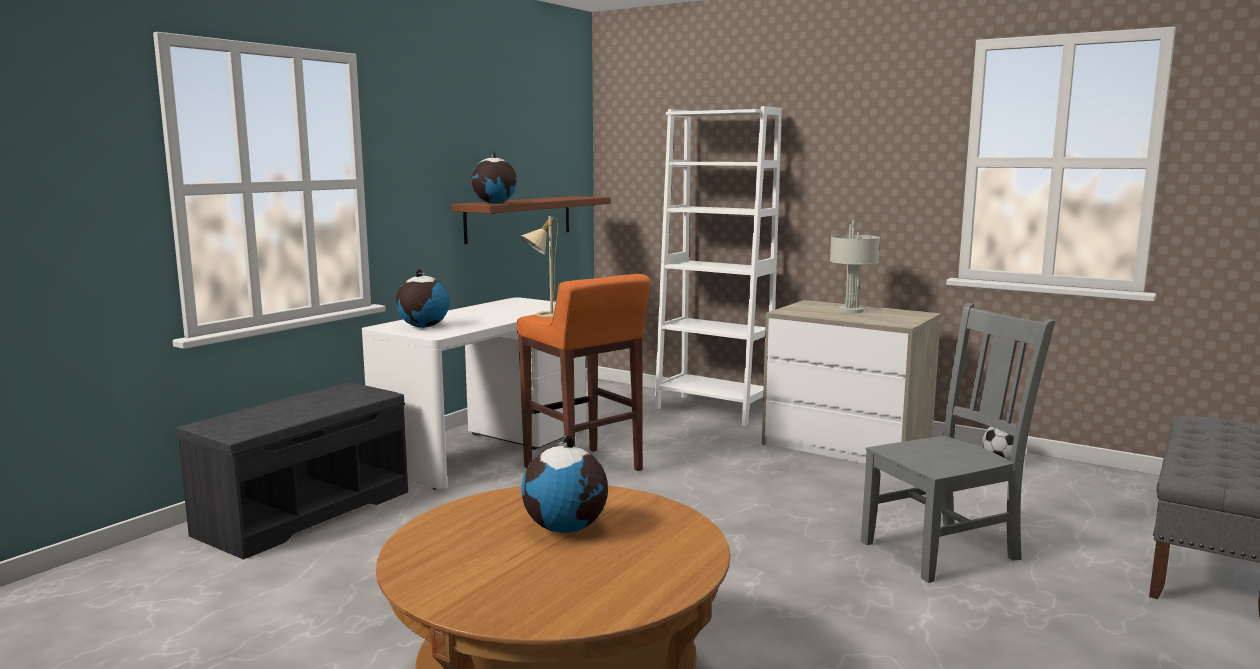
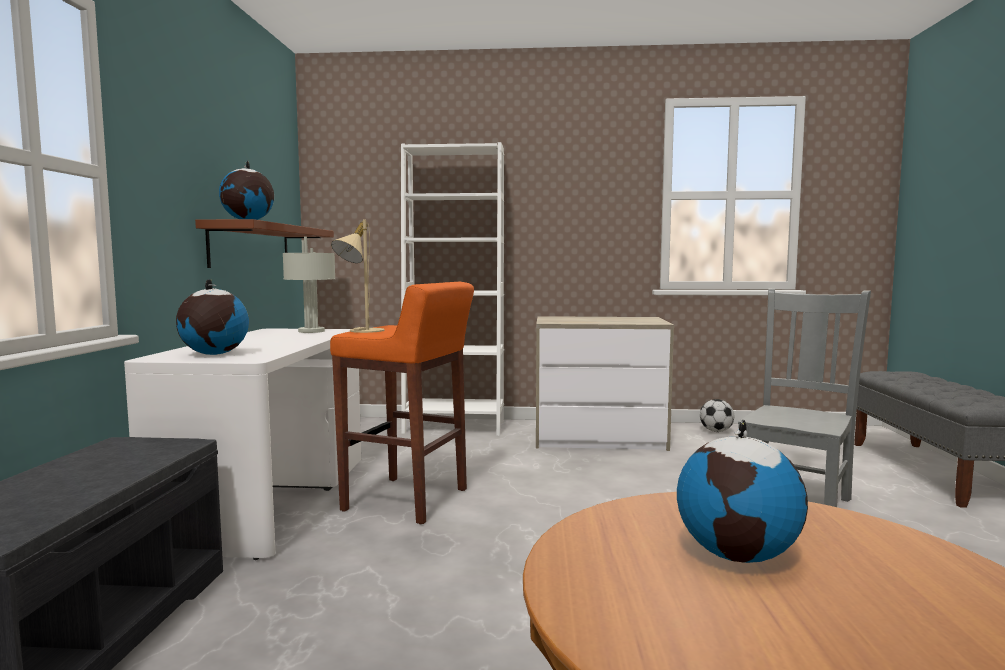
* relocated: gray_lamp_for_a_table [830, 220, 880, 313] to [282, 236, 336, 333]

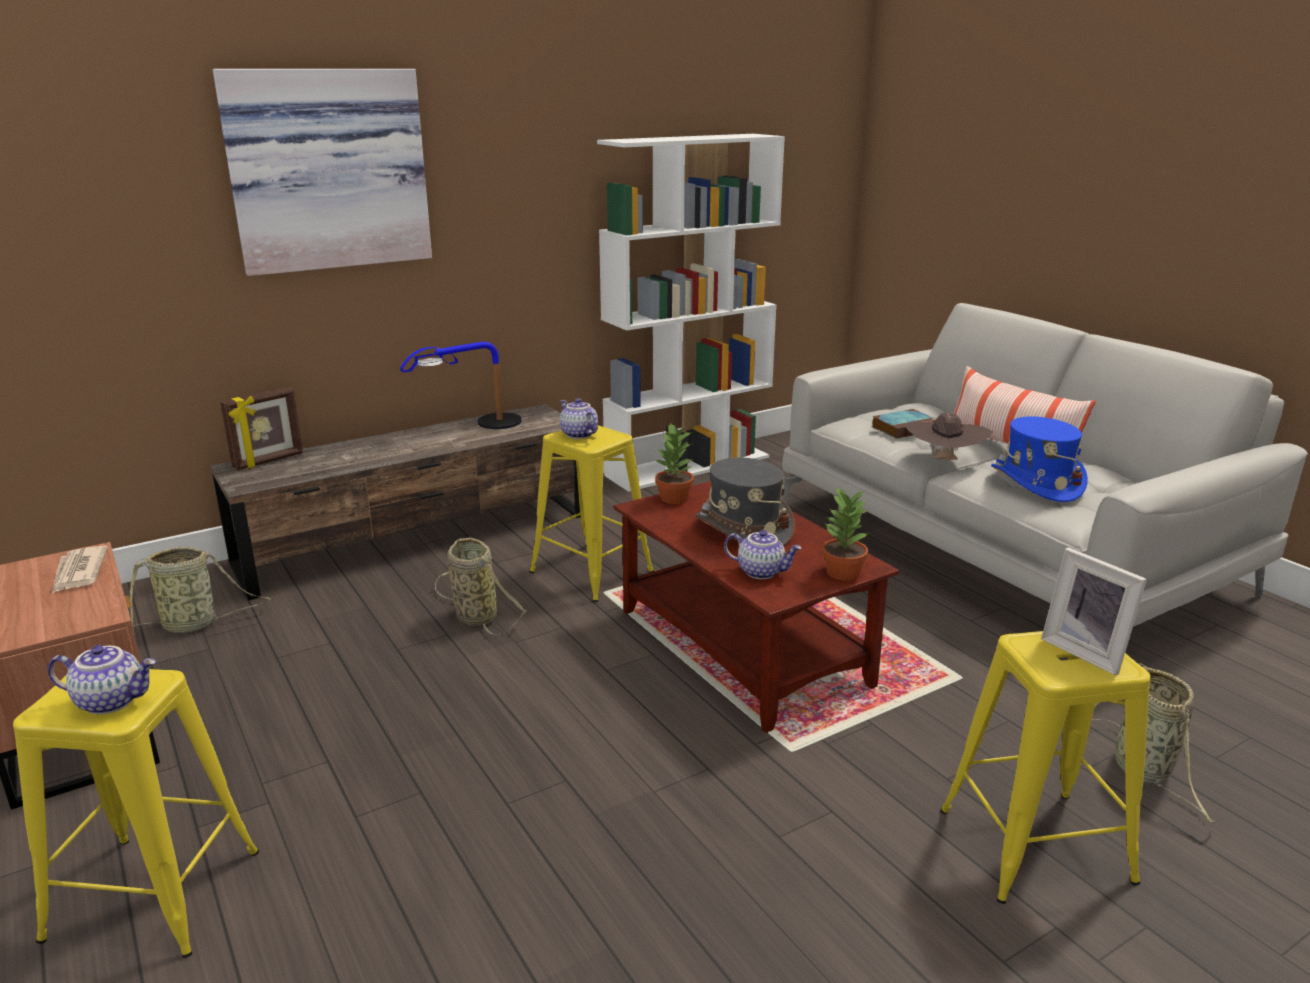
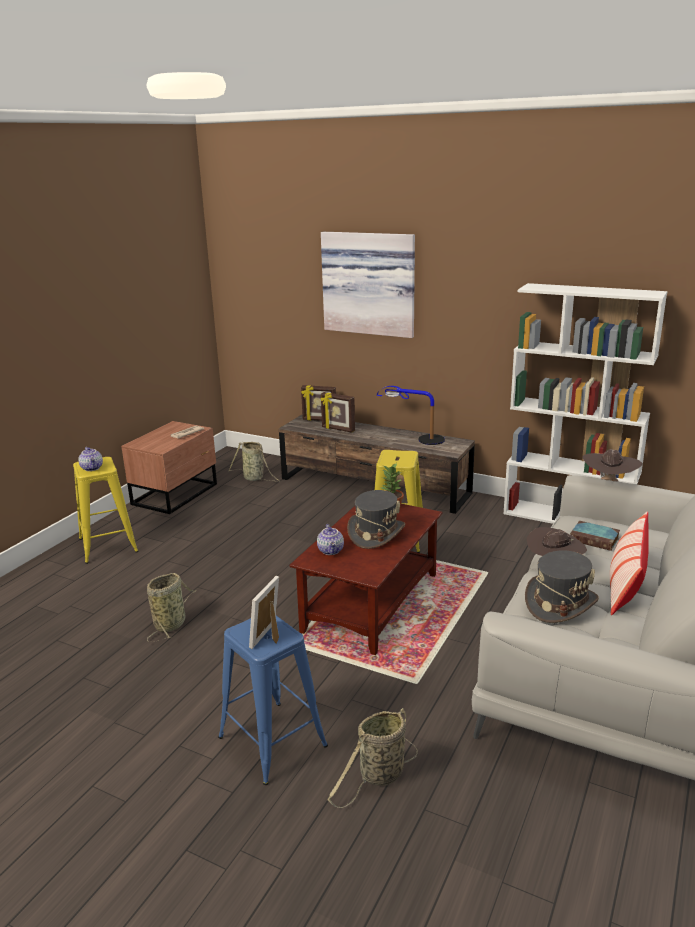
* relocated: storage_basket [435, 538, 526, 635] to [147, 573, 197, 642]
* colour: yellow_stool_seat [940, 631, 1151, 904] to blue-coloured_stool_seat [218, 616, 328, 785]
* appeared: photo_frame [320, 392, 355, 433]
* colour: blue-coloured_hat [991, 416, 1088, 502] to gray_hat [525, 550, 599, 623]
* appeared: brown-coloured_hat [582, 449, 643, 481]
* missing: tea_pot [560, 398, 598, 439]
* missing: plant_in_a_pot [822, 487, 869, 581]

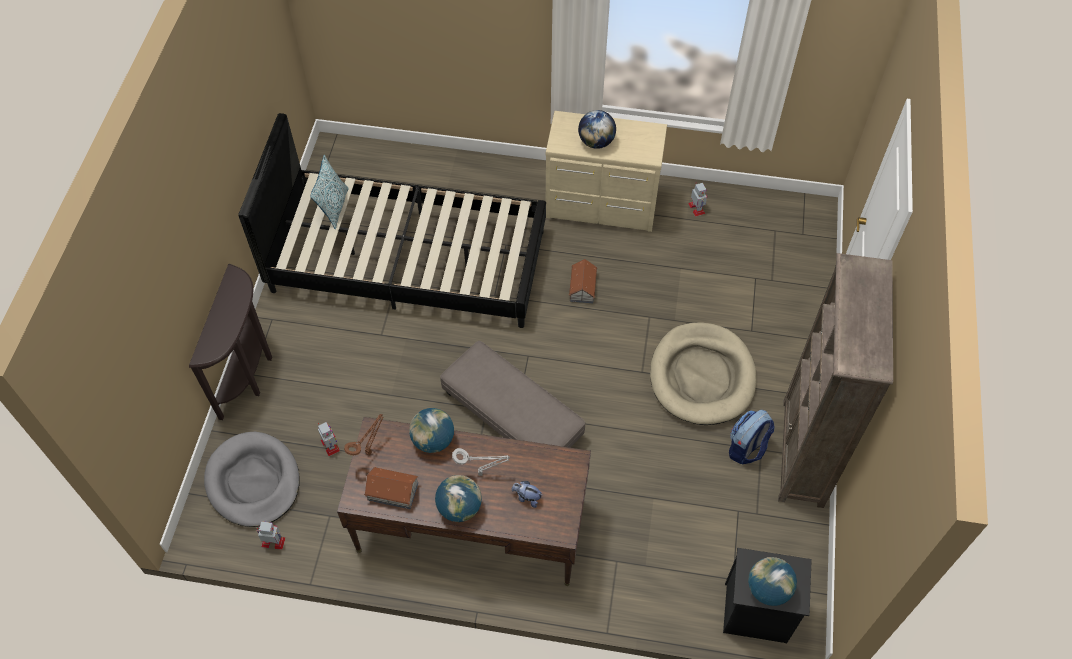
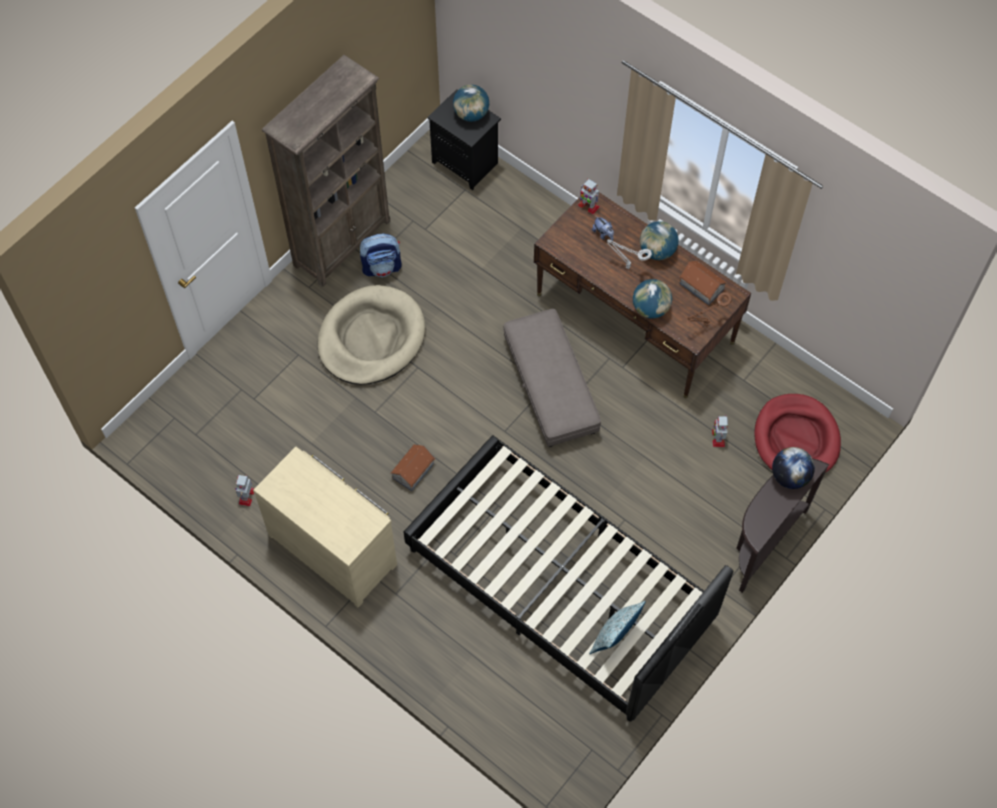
* relocated: toy_robot [257, 521, 286, 550] to [578, 178, 600, 214]
* colour: gray_dog_bed [204, 432, 299, 527] to red-coloured_dog_bed [754, 394, 841, 473]
* relocated: globe [578, 110, 616, 149] to [772, 447, 815, 489]

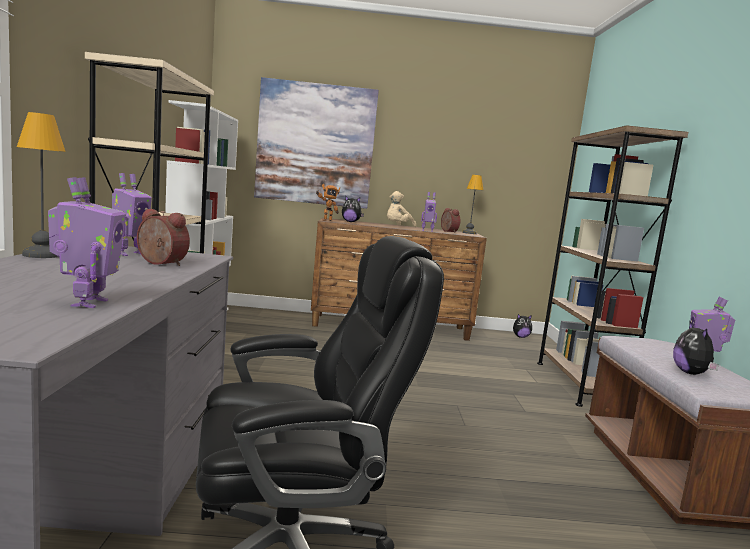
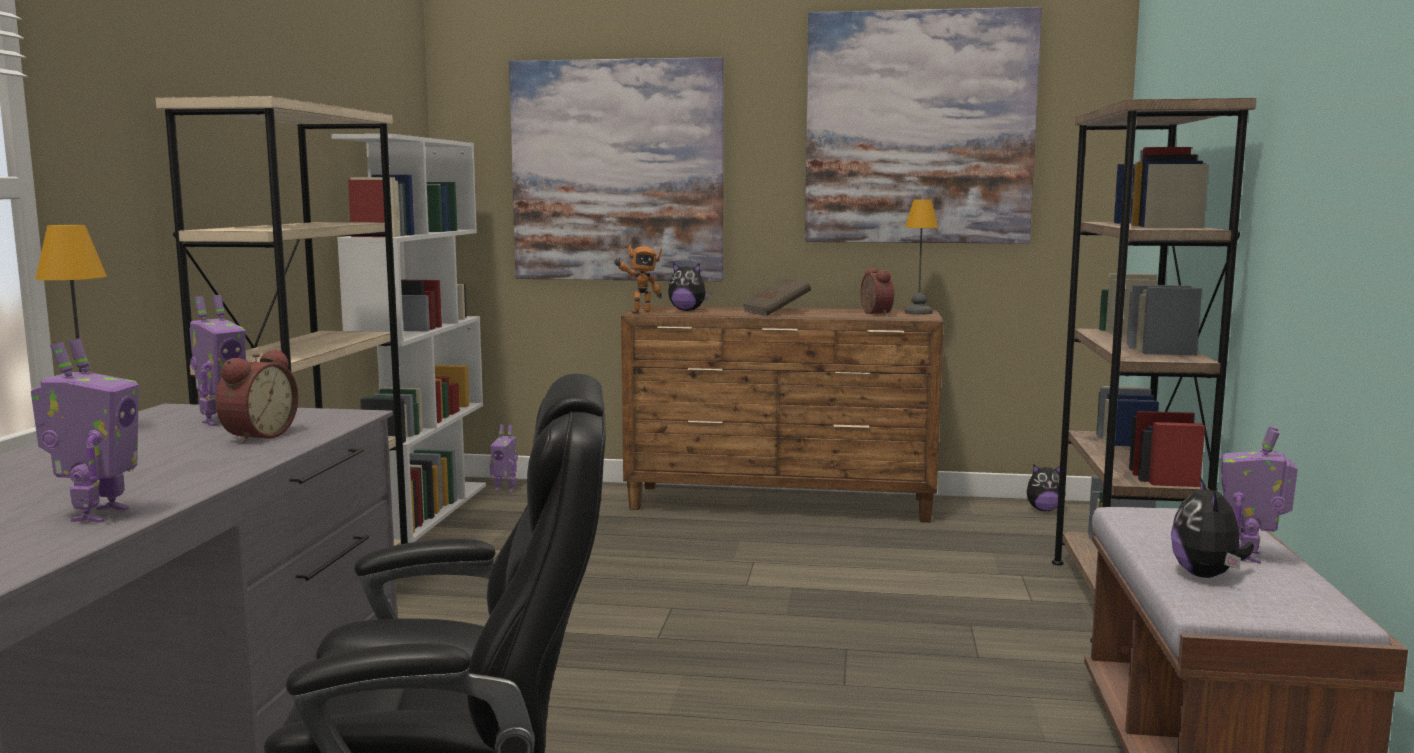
* spun: table_clock [137, 208, 190, 266] = [216, 349, 298, 444] 75 degrees clockwise
* relocated: toy_robot [421, 192, 437, 232] to [490, 425, 518, 492]
* exchanged: beige_soft_toy [387, 191, 416, 227] to brown-coloured_bound_book [741, 279, 811, 316]
* appeared: wall_picture [805, 7, 1042, 244]

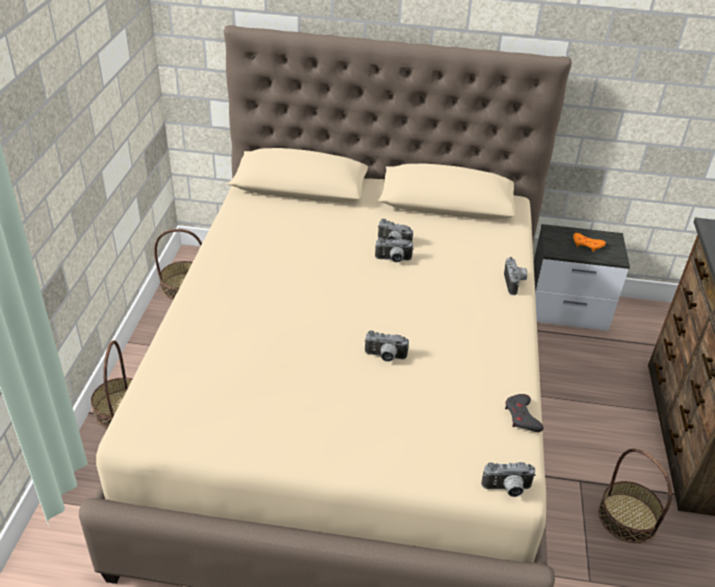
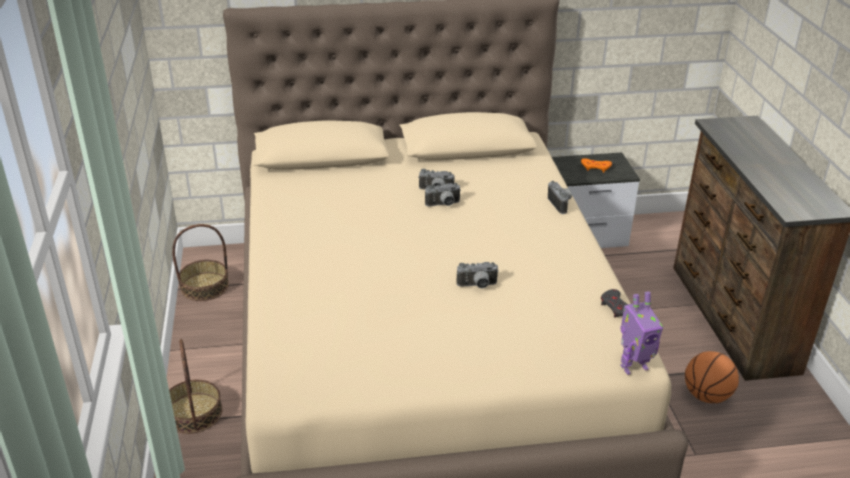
* exchanged: still_camera [481, 462, 536, 497] to toy_robot [620, 292, 663, 375]
* exchanged: storage_basket [598, 448, 672, 543] to basketball [685, 351, 739, 403]

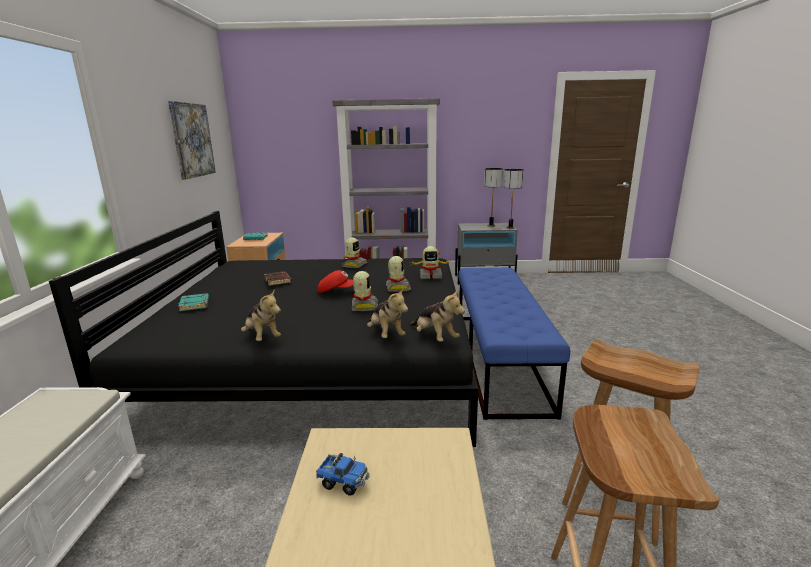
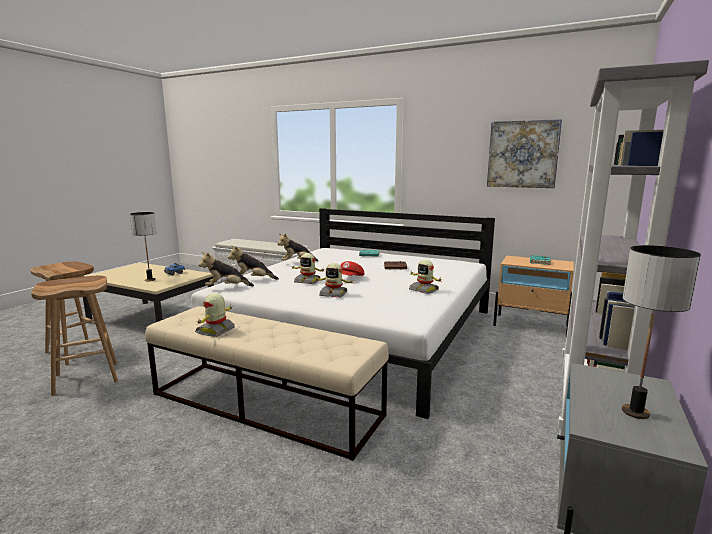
* relocated: lamp_for_a_table [504, 169, 524, 229] to [130, 212, 157, 281]
* colour: blue-coloured_indoor_bench [458, 268, 570, 420] to beige_indoor_bench [145, 306, 389, 461]
* colour: black_bedroom_bed [49, 211, 478, 447] to white-coloured_bedroom_bed [191, 208, 495, 419]
* relocated: toy_robot [411, 246, 450, 279] to [195, 293, 235, 337]

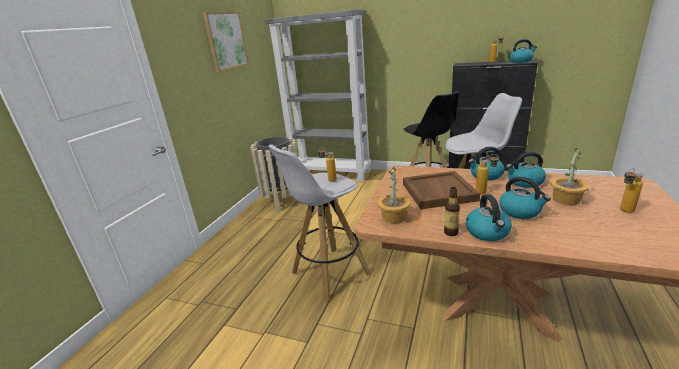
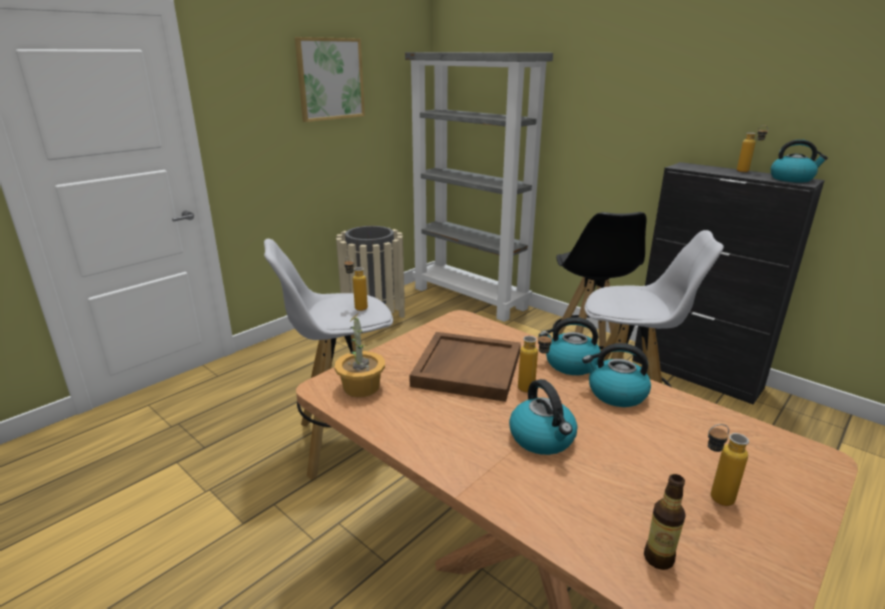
* relocated: drink_bottle [444, 187, 460, 236] to [644, 474, 686, 570]
* missing: tea_kettle [466, 194, 512, 241]
* missing: plant_in_a_pot [550, 148, 589, 205]

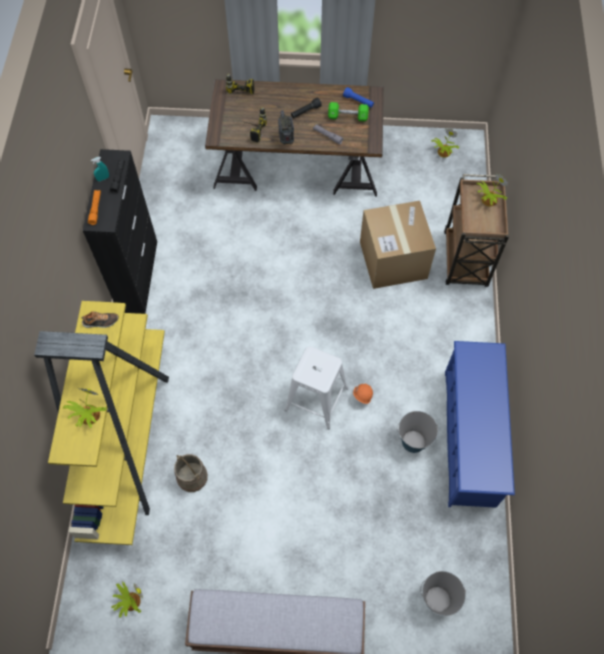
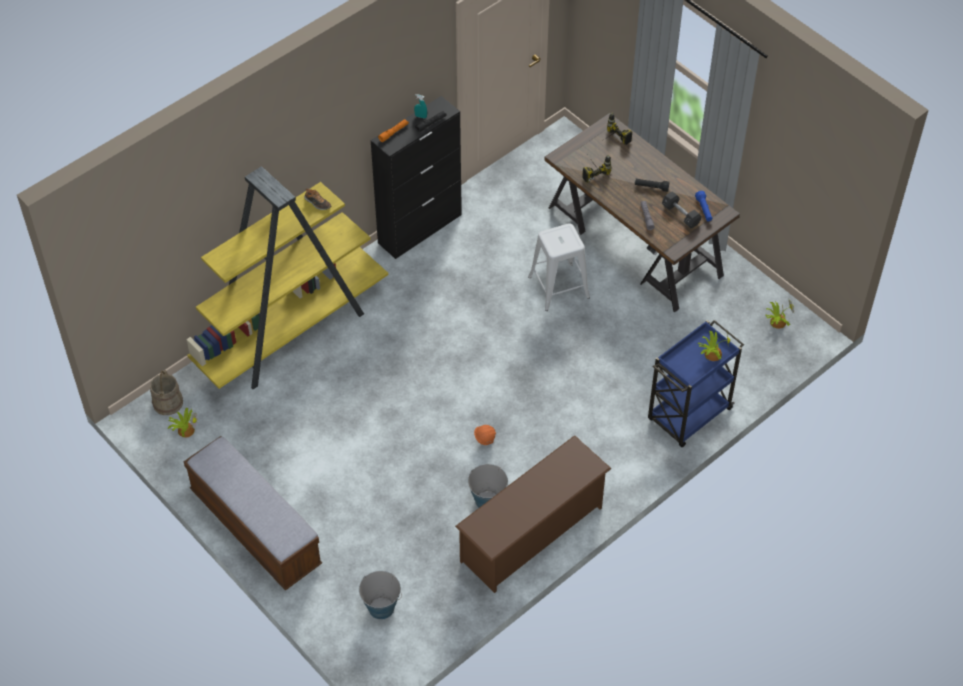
* relocated: beige_water_bucket [174, 454, 208, 492] to [150, 370, 183, 415]
* colour: blue-coloured_shoe_stand [445, 341, 515, 508] to brown-coloured_shoe_stand [455, 435, 611, 593]
* relocated: white-coloured_stool_seat [285, 346, 348, 429] to [528, 223, 590, 311]
* colour: brown-coloured_trolley [444, 174, 509, 287] to blue-coloured_trolley [648, 320, 744, 447]
* colour: green_free_weight [328, 102, 369, 122] to black_free_weight [662, 191, 702, 228]
* missing: plant_in_a_pot [63, 388, 107, 428]
* missing: radio_set [278, 110, 294, 144]
* missing: cardboard_box [360, 201, 436, 289]

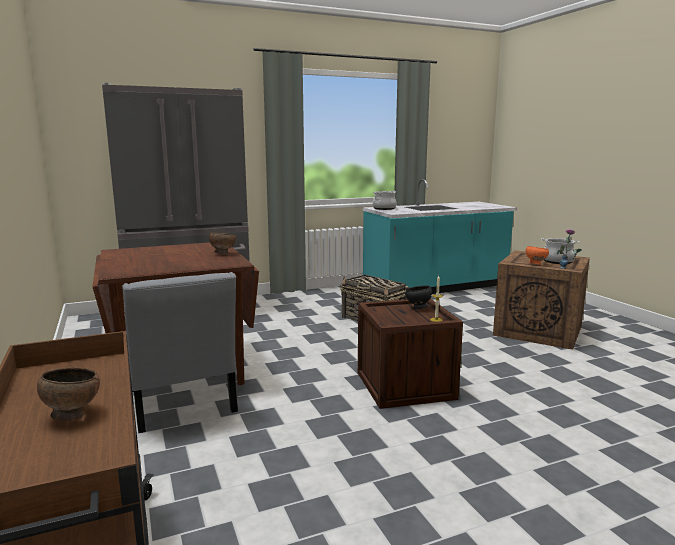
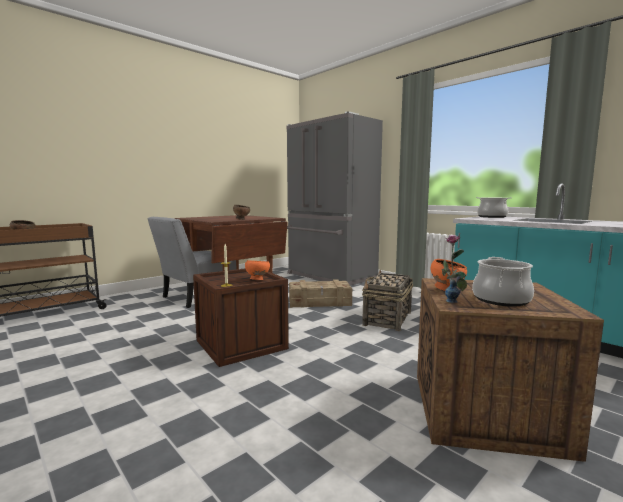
* colour: black_serving_bowl [405, 285, 432, 309] to orange_serving_bowl [245, 260, 270, 280]
* appeared: crate [289, 279, 352, 308]

